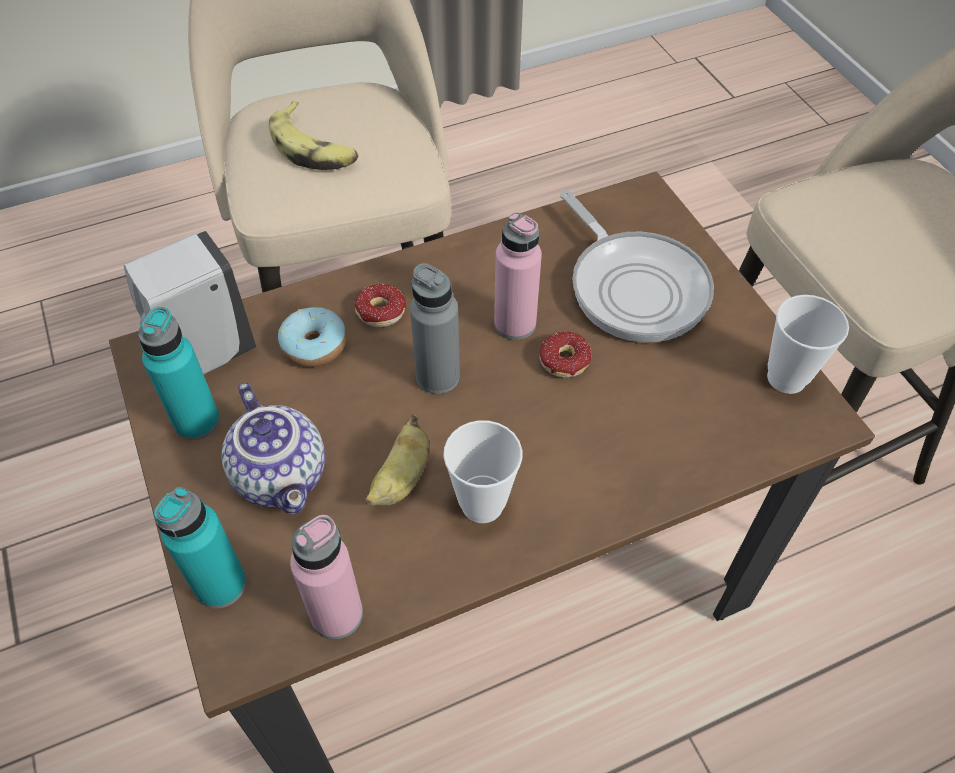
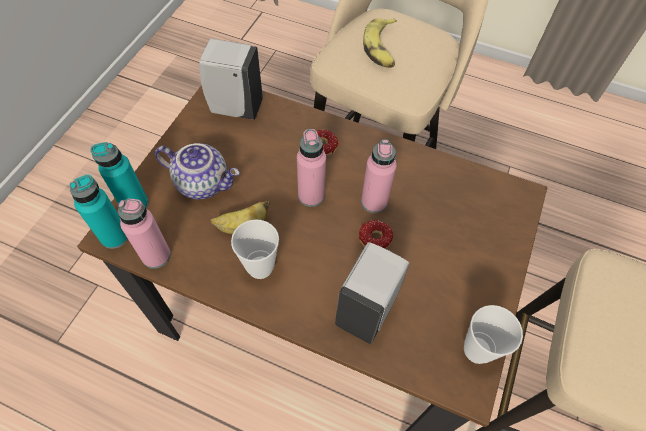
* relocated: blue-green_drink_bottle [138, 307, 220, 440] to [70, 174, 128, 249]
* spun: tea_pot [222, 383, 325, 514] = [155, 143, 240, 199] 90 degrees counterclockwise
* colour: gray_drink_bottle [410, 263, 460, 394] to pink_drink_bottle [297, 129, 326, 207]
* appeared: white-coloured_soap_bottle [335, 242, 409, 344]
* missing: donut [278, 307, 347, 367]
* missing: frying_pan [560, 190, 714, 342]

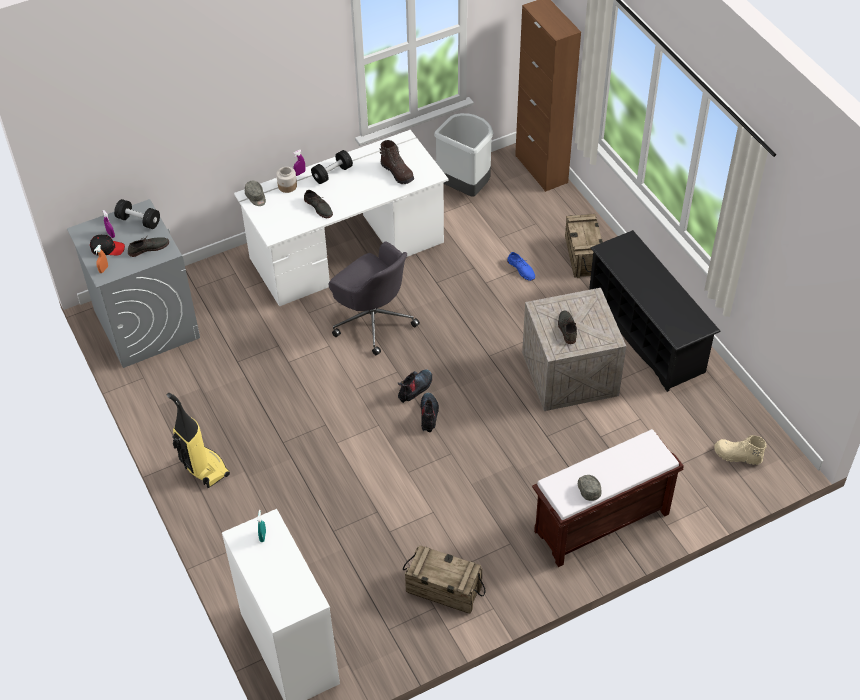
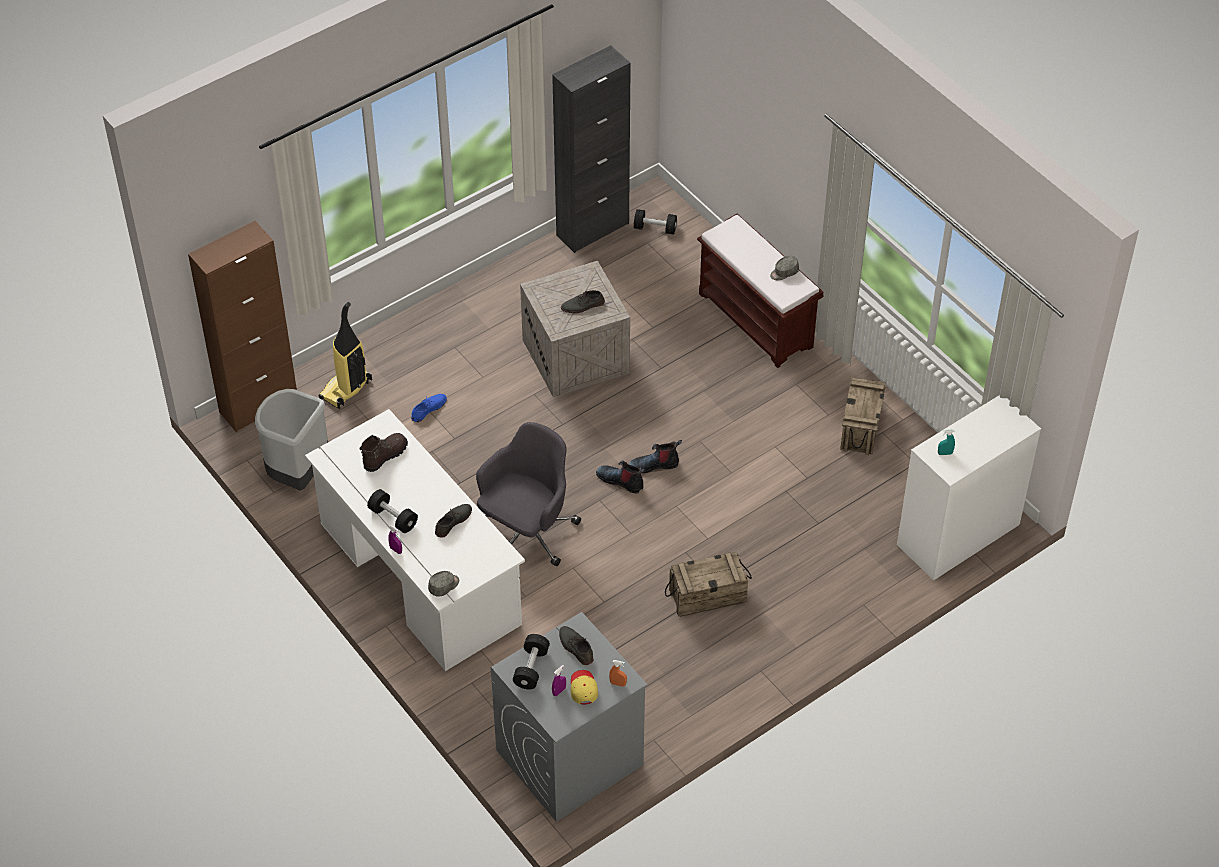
* relocated: hoover [167, 393, 230, 488] to [319, 302, 372, 409]
* appeared: black_cabinet [552, 45, 631, 253]
* colour: black_cap [90, 234, 125, 256] to yellow_cap [570, 670, 598, 704]
* exchanged: beige_boot [714, 435, 767, 465] to black_free_weight [634, 209, 677, 234]
* relocated: crate [565, 213, 603, 278] to [665, 552, 752, 617]
* missing: storage_jar [276, 167, 297, 193]
* missing: black_shoe_stand [589, 230, 721, 392]

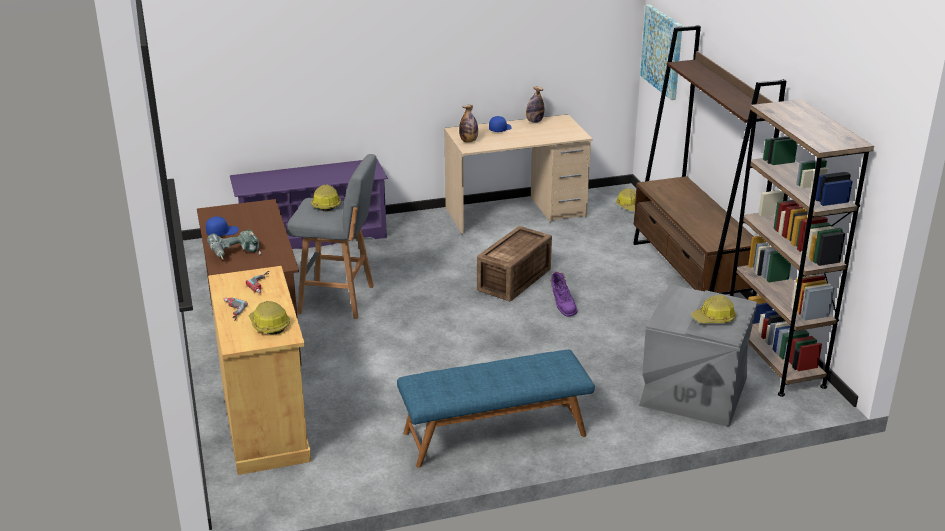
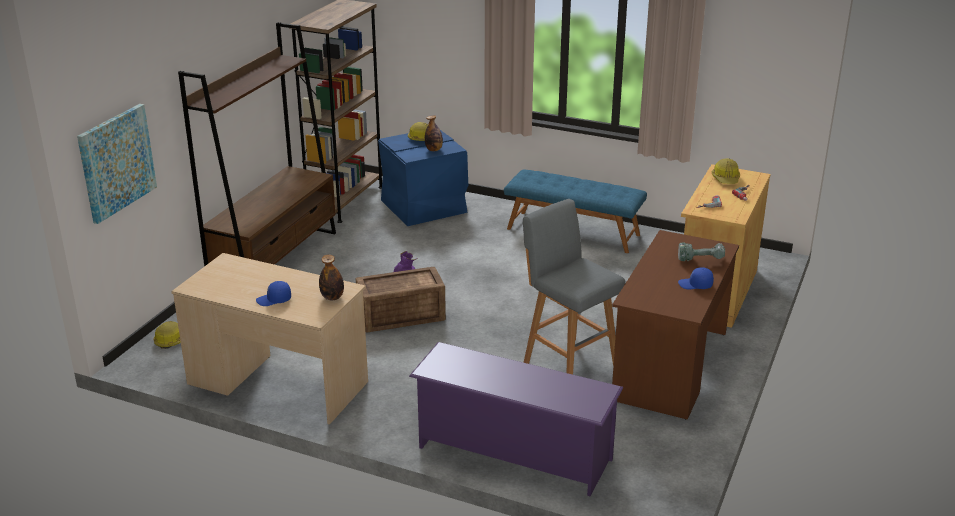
* colour: gray_storage_box [639, 285, 758, 427] to blue-coloured_storage_box [378, 130, 468, 226]
* relocated: drink_bottle [526, 87, 544, 123] to [425, 115, 443, 151]
* missing: safety_helmet [311, 185, 341, 211]

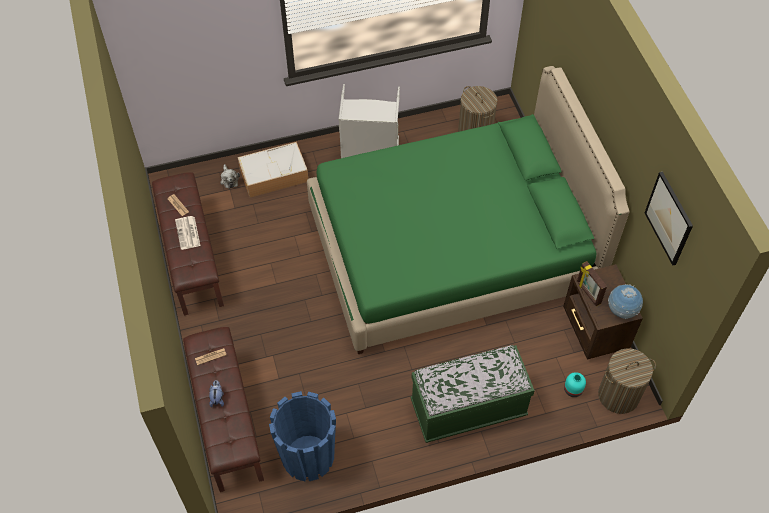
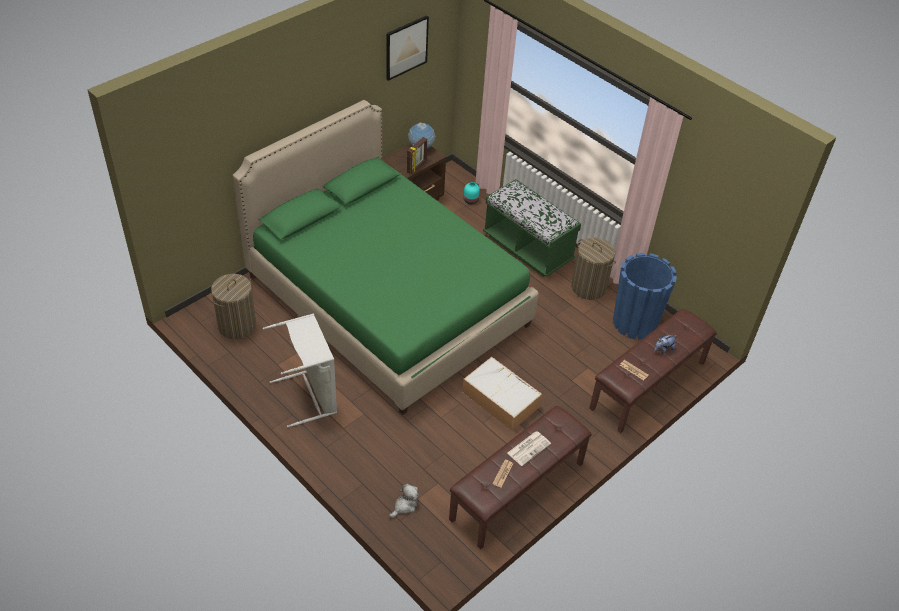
* relocated: storage_box [238, 142, 308, 197] to [462, 357, 542, 431]
* relocated: washing_basket [598, 348, 656, 414] to [571, 238, 616, 300]

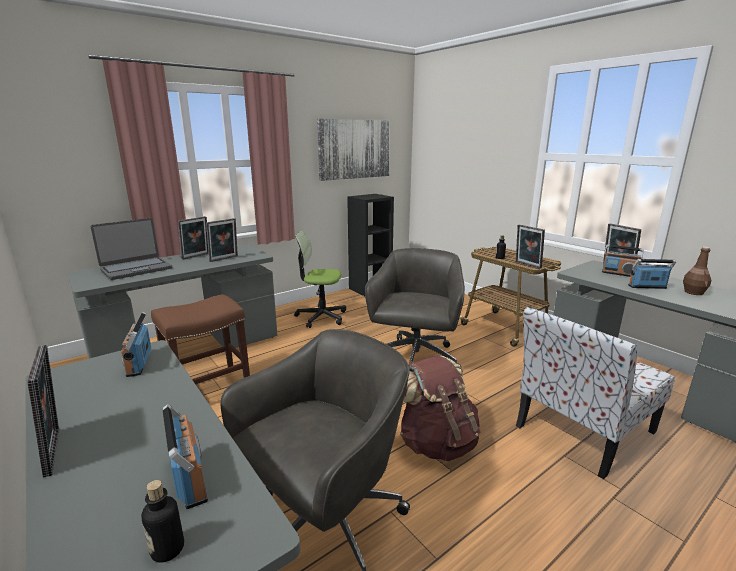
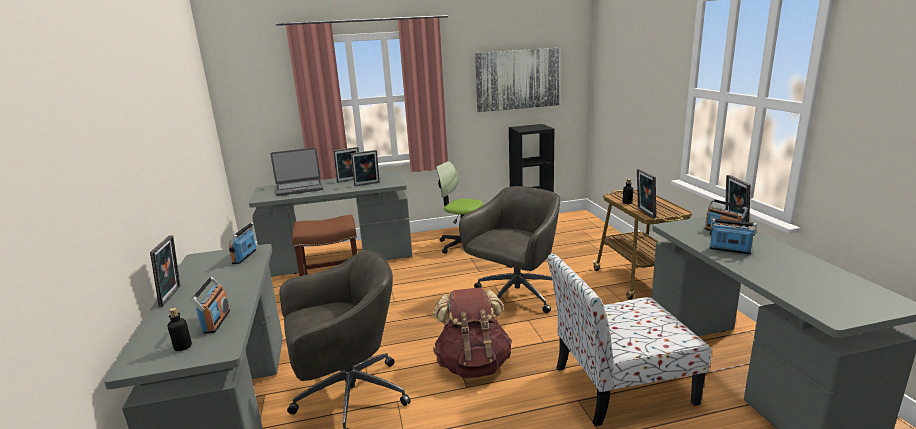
* missing: brown-coloured_drink_bottle [683, 246, 711, 295]

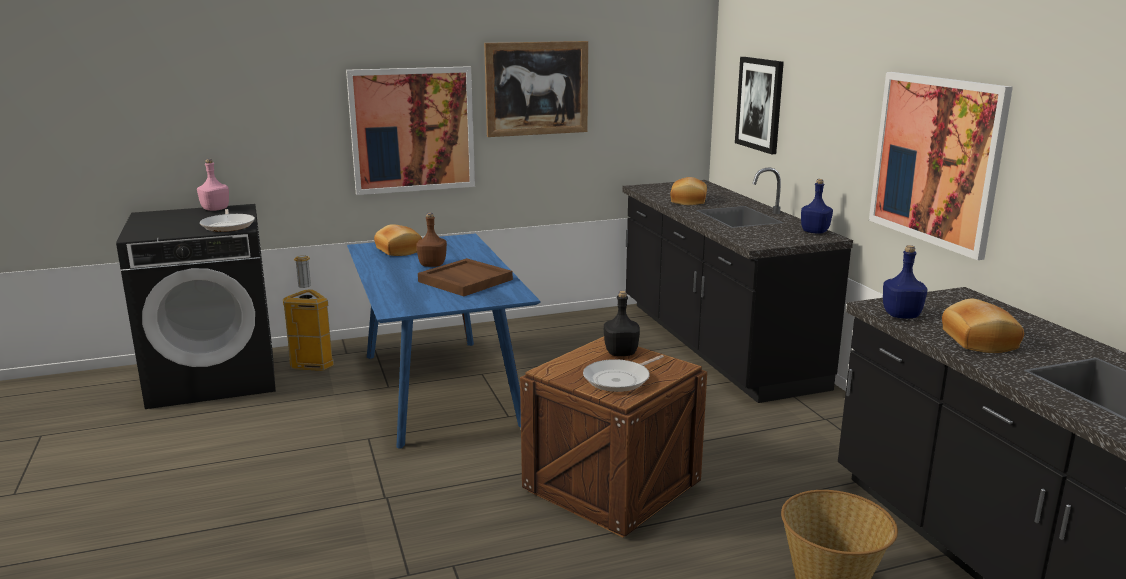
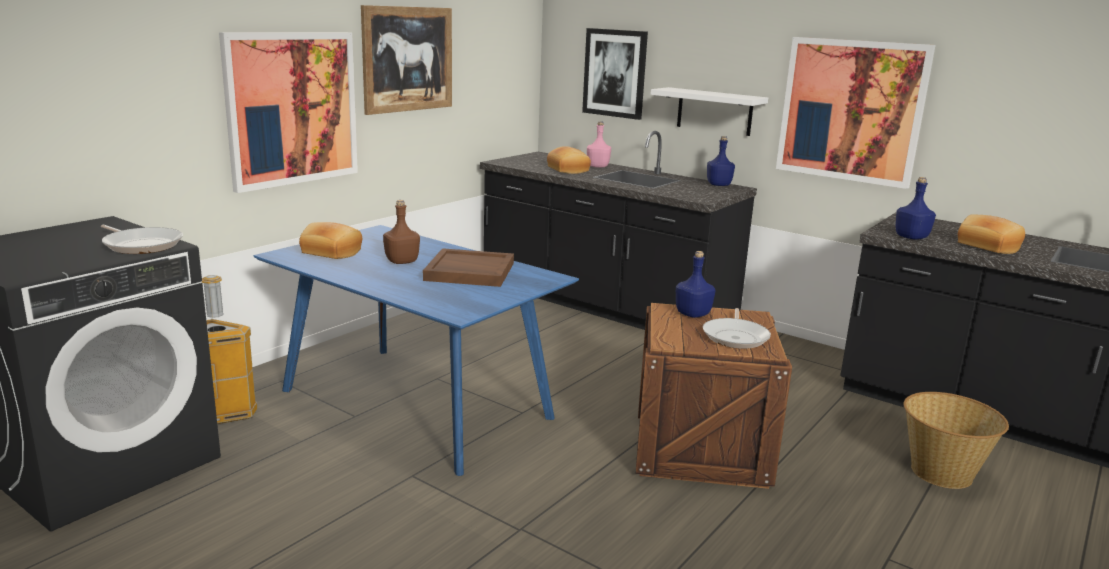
* relocated: pink_drink_bottle [197, 159, 229, 211] to [587, 121, 611, 168]
* appeared: white-coloured_wall_shelf [650, 87, 768, 136]
* colour: black_drink_bottle [604, 291, 640, 356] to blue-coloured_drink_bottle [676, 251, 715, 318]

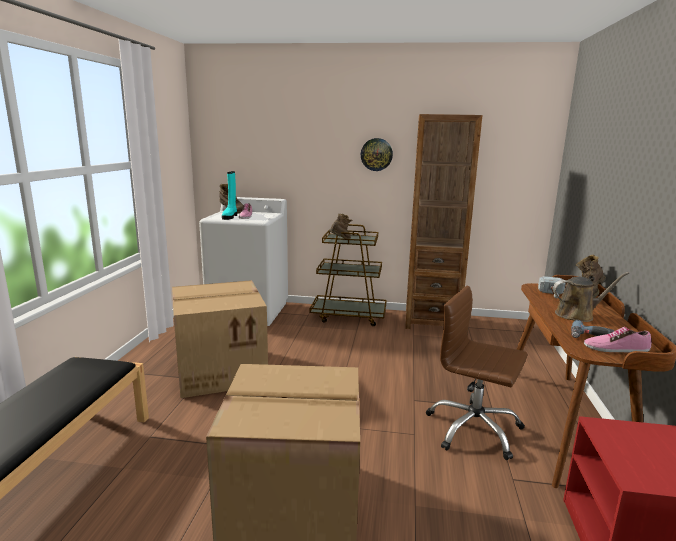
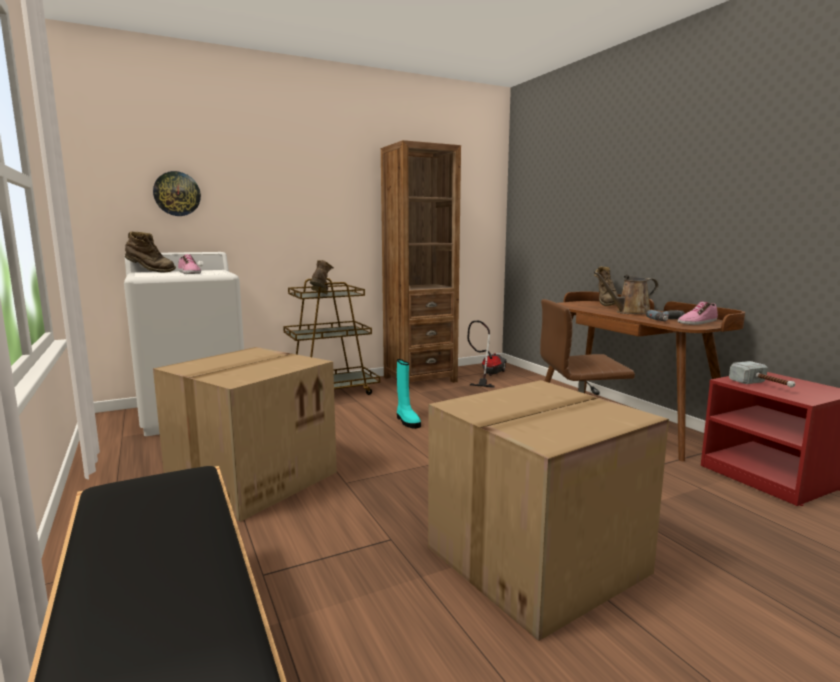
* relocated: clock_on_the_wall [361, 138, 393, 171] to [153, 171, 201, 216]
* relocated: blue-green_boot [222, 171, 237, 220] to [397, 359, 421, 429]
* appeared: hoover [467, 320, 507, 388]
* spun: brown-coloured_watering_pot [553, 272, 629, 322] = [594, 272, 659, 314] 150 degrees counterclockwise
* relocated: hammer [538, 276, 566, 298] to [729, 361, 795, 388]

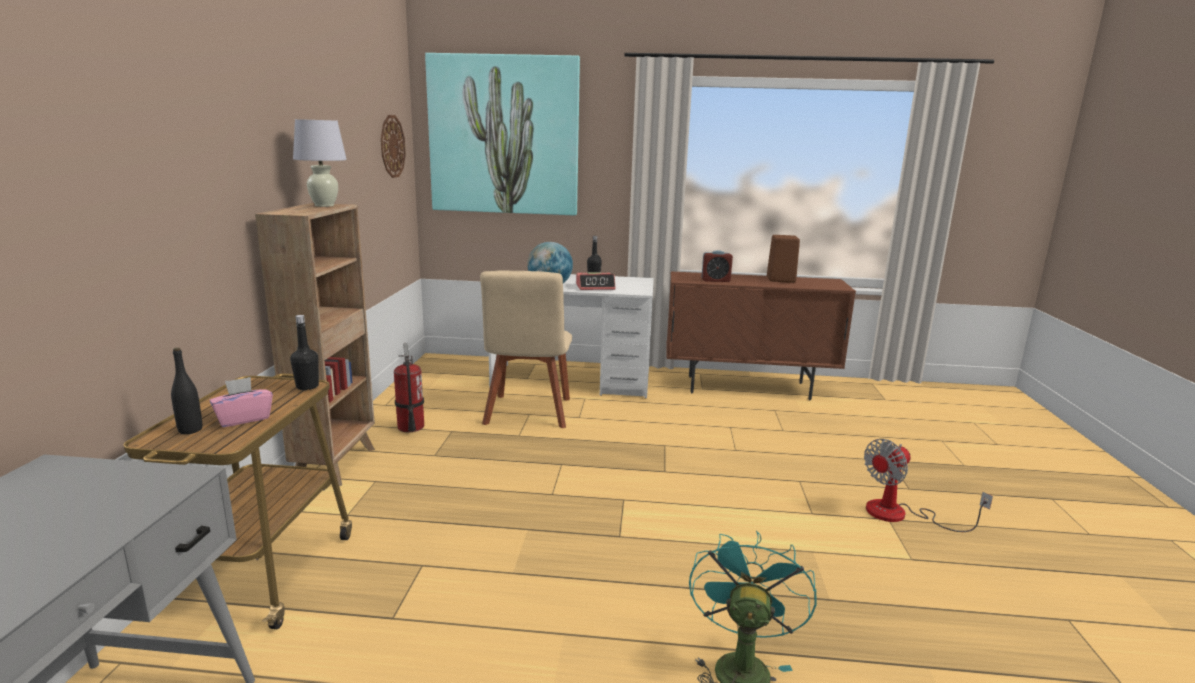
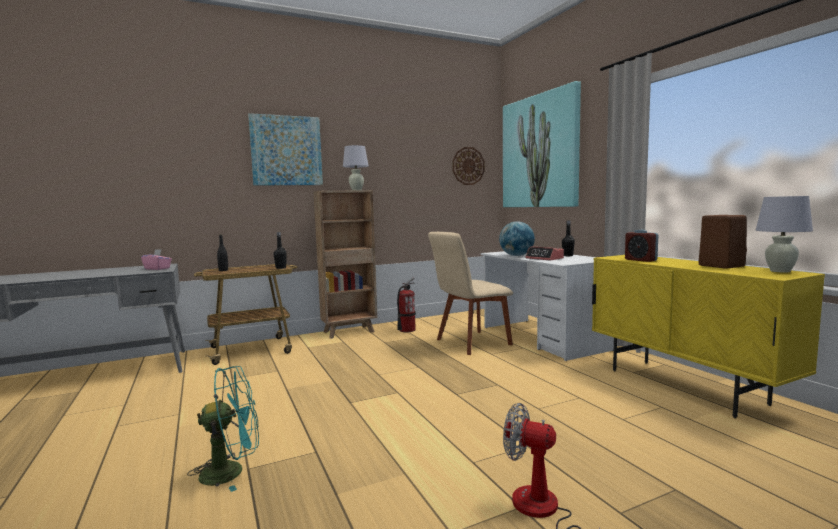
* relocated: pink_tissue_holder [210, 377, 273, 427] to [141, 249, 172, 270]
* appeared: wall_picture [248, 113, 323, 185]
* colour: brown-coloured_cabinet [666, 271, 856, 400] to yellow_cabinet [592, 255, 825, 418]
* appeared: white-coloured_lamp_for_a_table [756, 196, 813, 273]

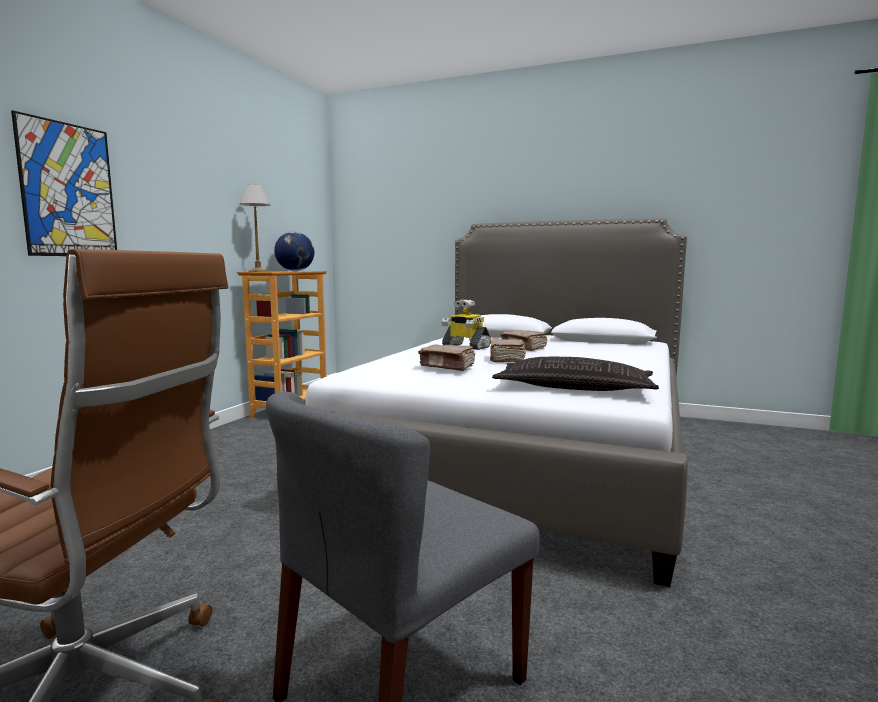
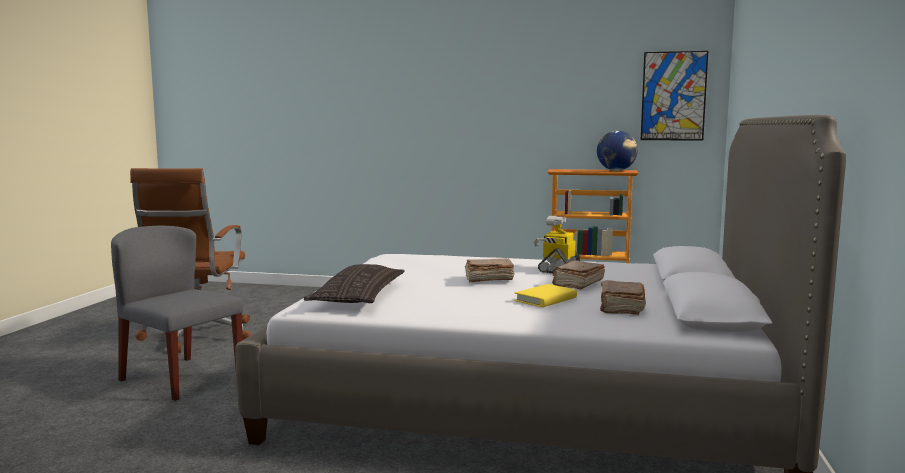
* appeared: yellow_bound_book [514, 284, 577, 307]
* relocated: brown-coloured_bound_book [418, 345, 475, 371] to [600, 280, 646, 315]
* relocated: wall_picture [11, 110, 117, 256] to [641, 51, 708, 141]
* missing: lamp_for_a_table [239, 184, 270, 272]

